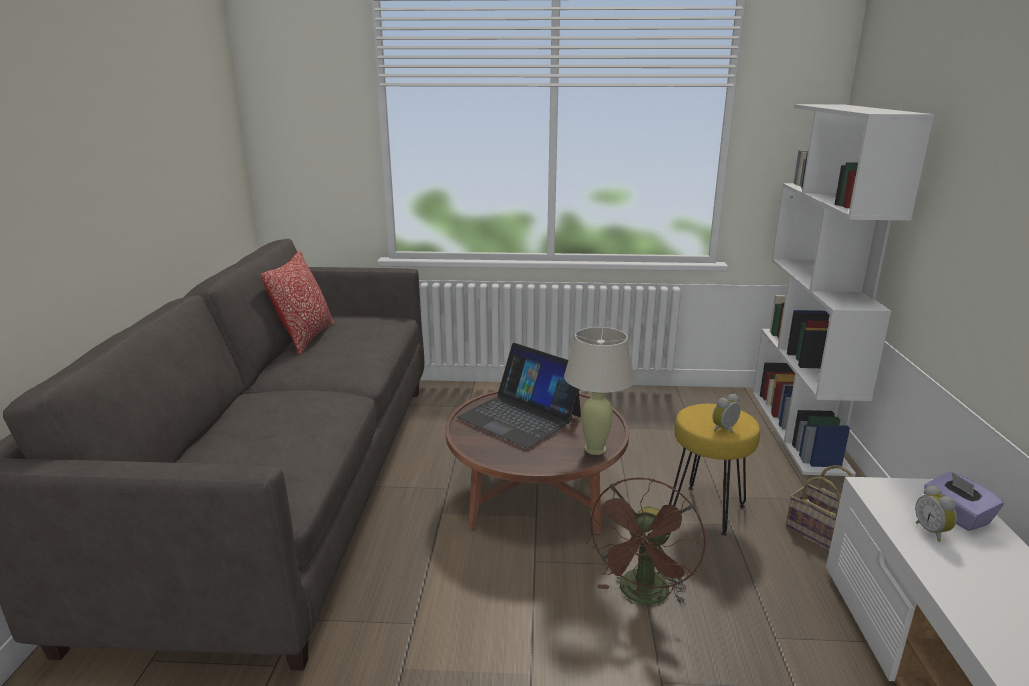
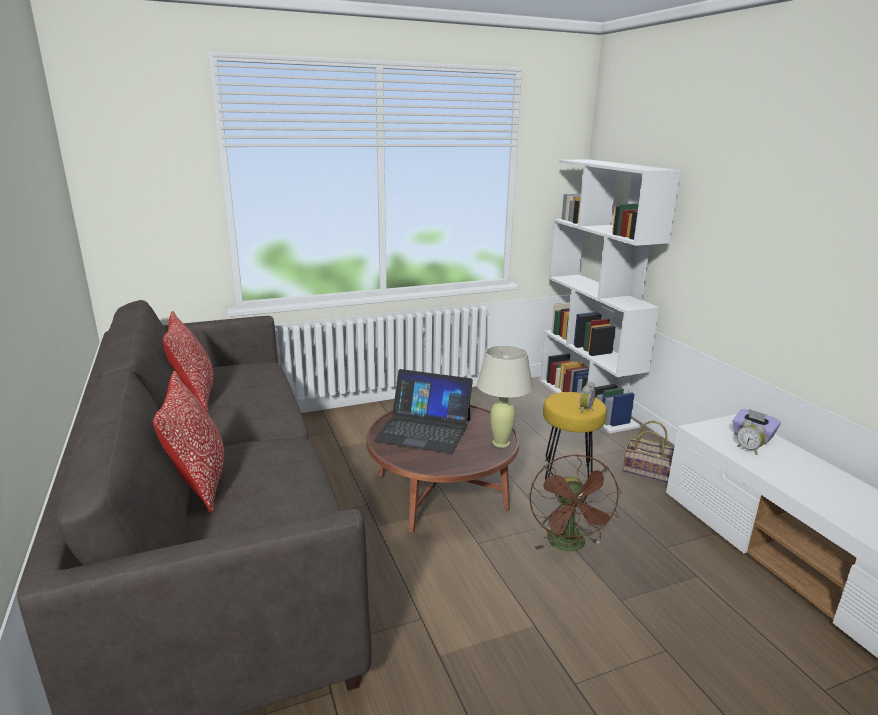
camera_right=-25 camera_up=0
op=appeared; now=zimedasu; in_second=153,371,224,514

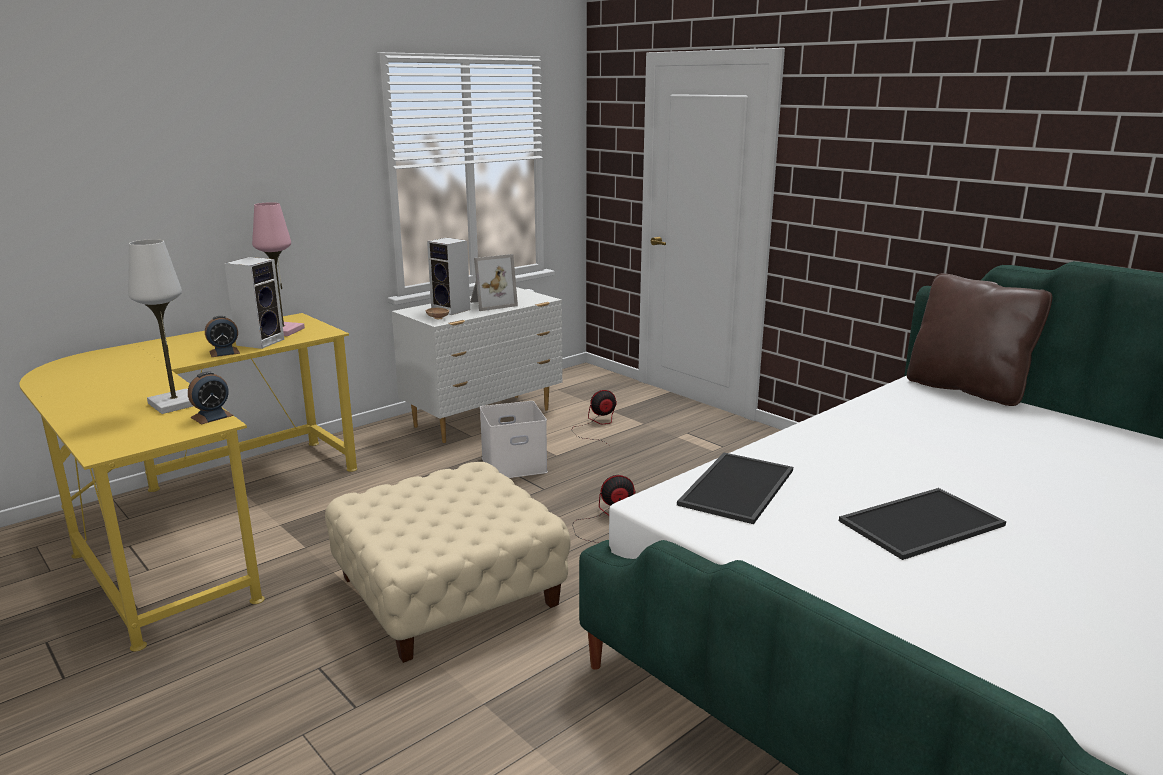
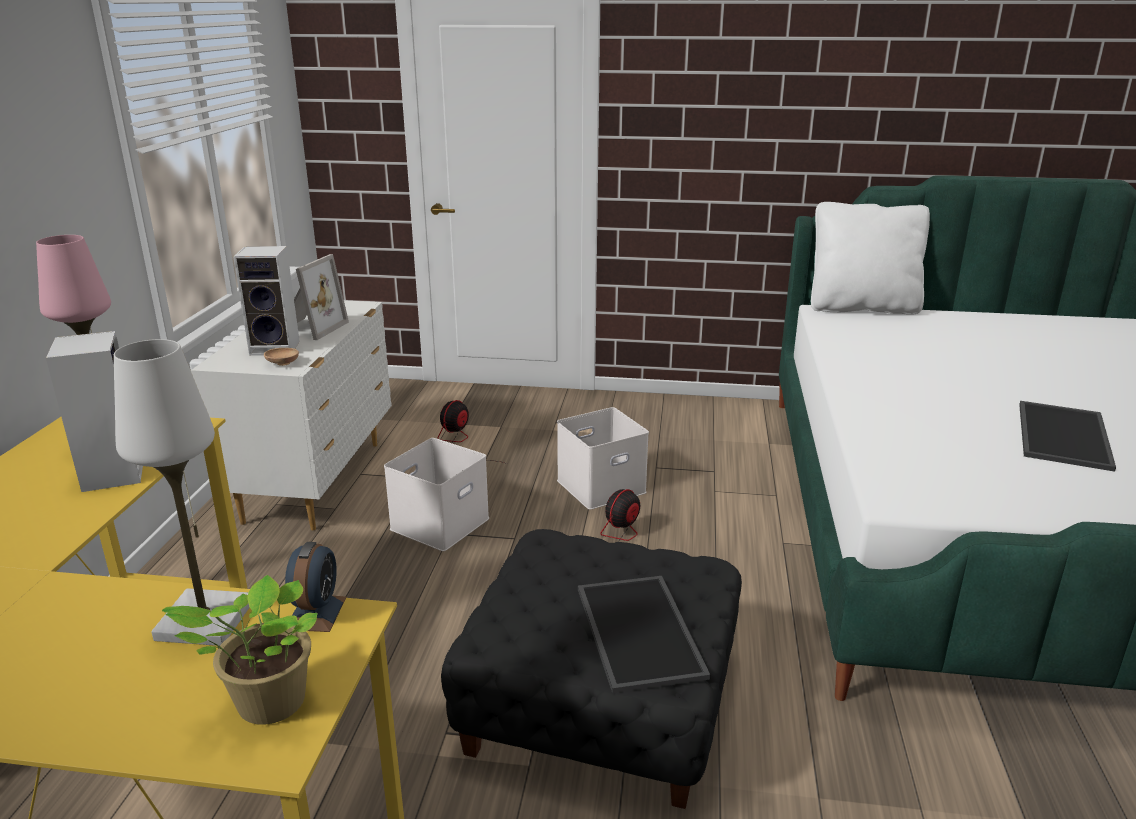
camera_right=-40 camera_up=5
op=appeared; now=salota; in_second=162,575,318,725
op=colour; was=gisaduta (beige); now=gisaduta (black); in_first=325,462,570,663; in_second=441,529,742,809
op=appeared; now=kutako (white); in_second=557,407,649,510
op=relocated; was=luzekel; in_first=677,453,793,524; in_second=578,576,710,693
op=colour; was=zimedasu (brown); now=zimedasu (white); in_first=907,273,1052,406; in_second=811,202,930,315
op=missing; was=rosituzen; in_first=205,316,240,357

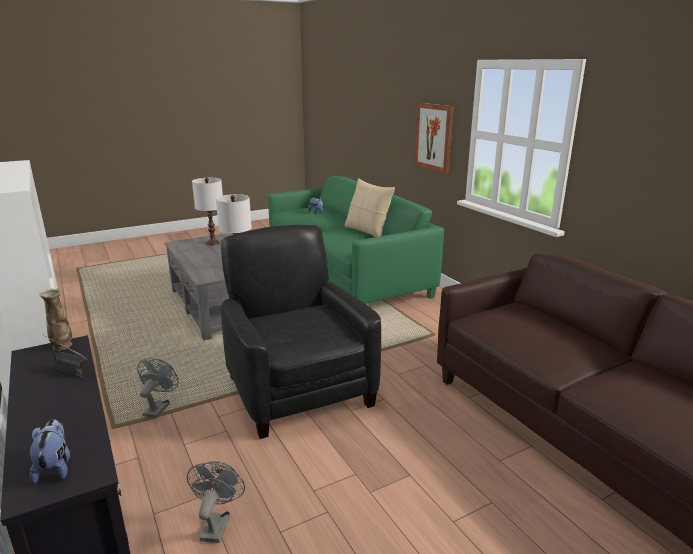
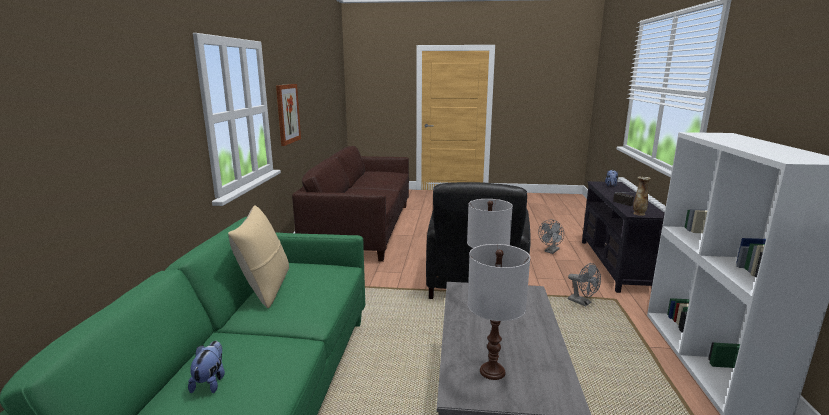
camera_right=-145 camera_up=-5
op=relocated; was=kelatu; in_first=415,103,454,174; in_second=276,84,301,146
op=spun; was=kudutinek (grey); in_first=137,358,178,418; in_second=568,263,601,306; clockwise=-90

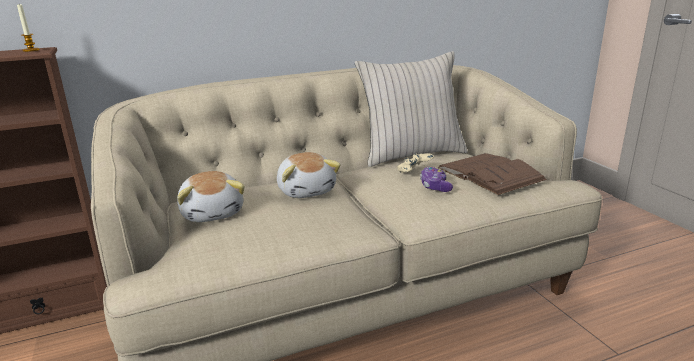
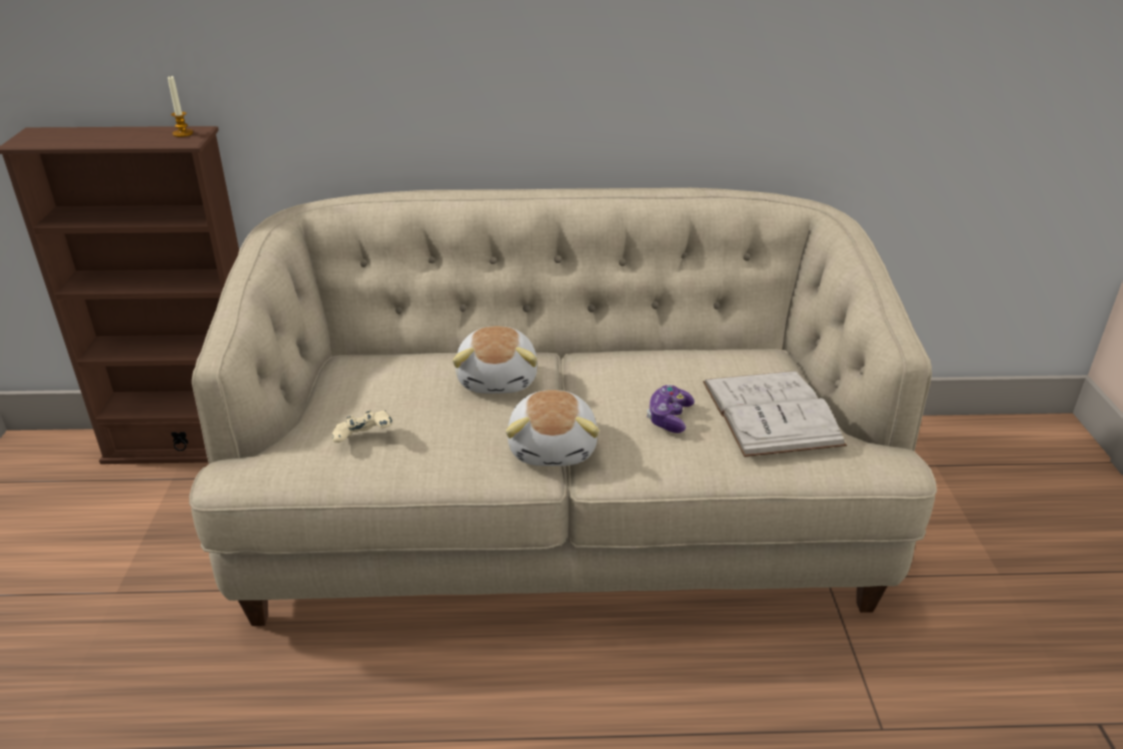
camera_right=20 camera_up=10
op=relocated; was=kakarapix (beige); in_first=397,153,434,173; in_second=332,410,392,443
op=relocated; was=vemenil; in_first=177,171,245,222; in_second=506,390,599,466
op=colour; was=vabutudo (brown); now=vabutudo (white); in_first=438,153,547,195; in_second=703,371,847,457
op=missing; was=zimedasu (beige); in_first=355,51,468,167

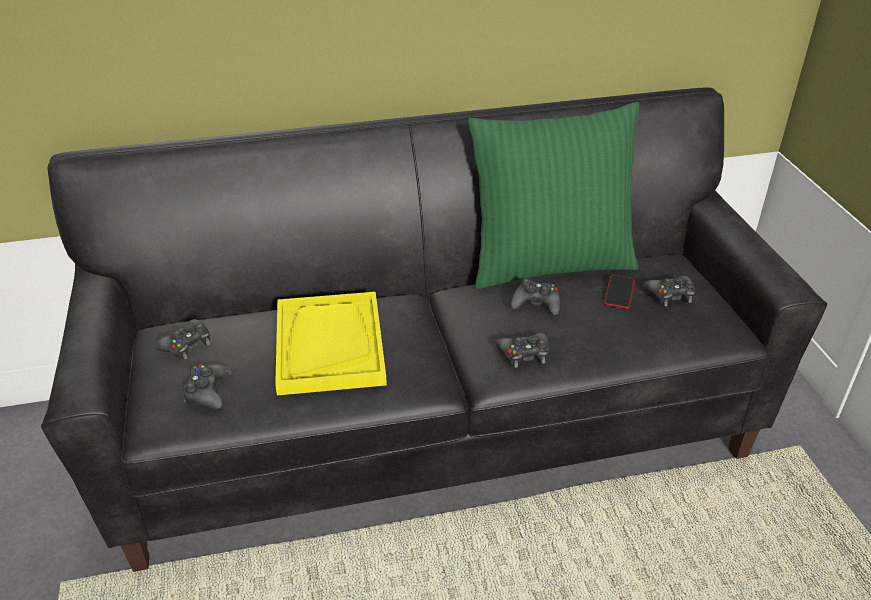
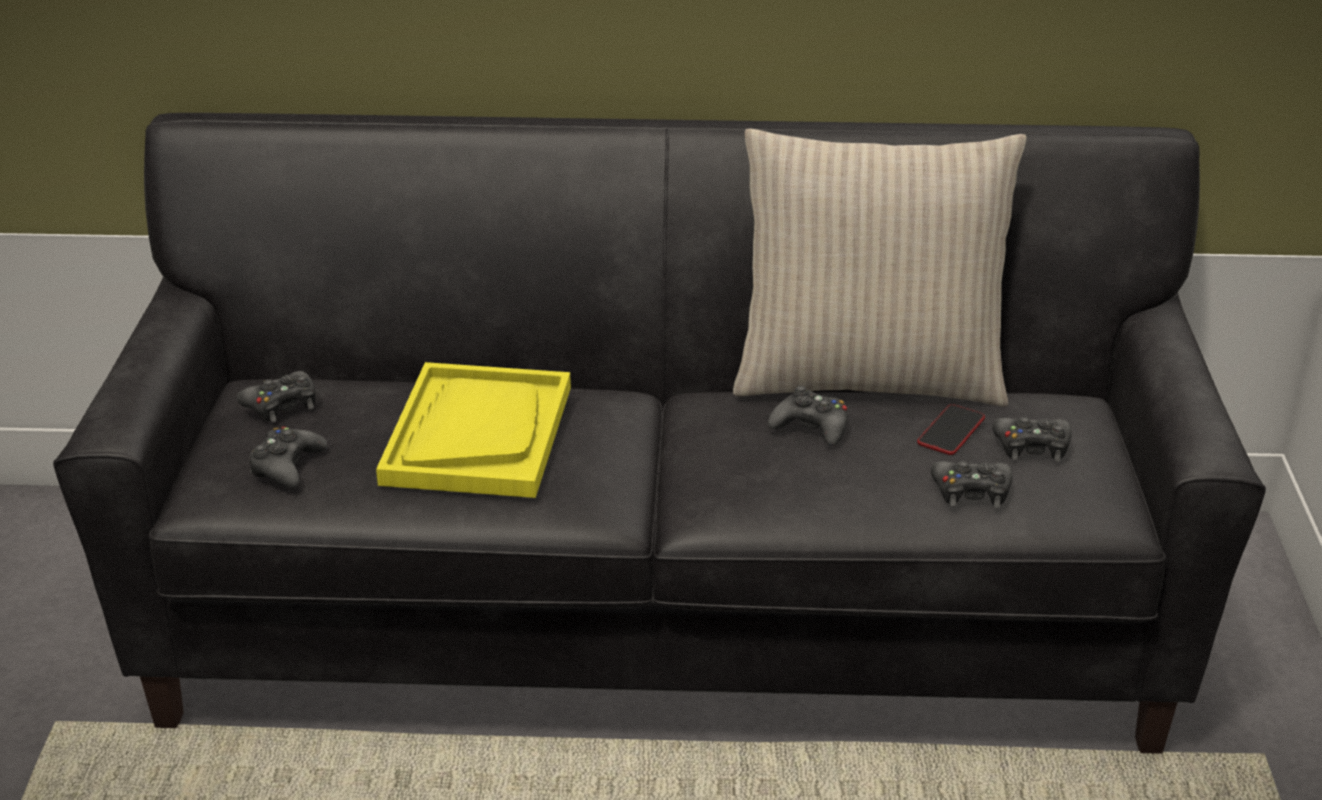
camera_right=15 camera_up=-5
op=colour; was=zimedasu (green); now=zimedasu (beige); in_first=468,102,639,289; in_second=733,128,1027,407
op=relocated; was=kakarapix (black); in_first=496,333,549,368; in_second=931,461,1013,508

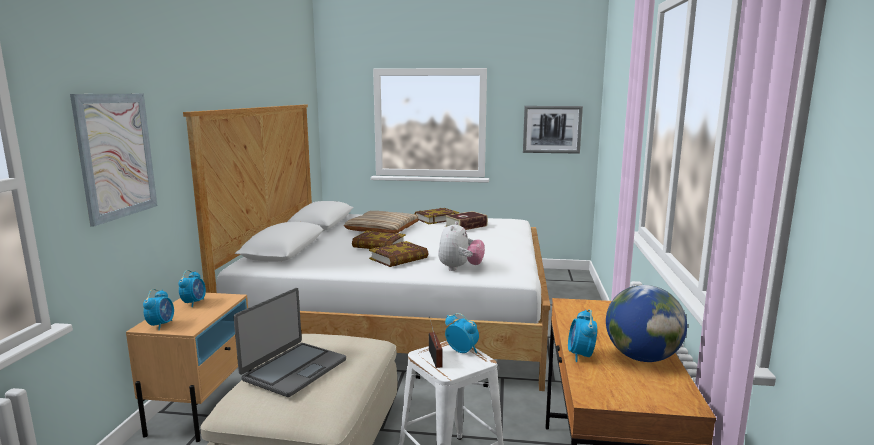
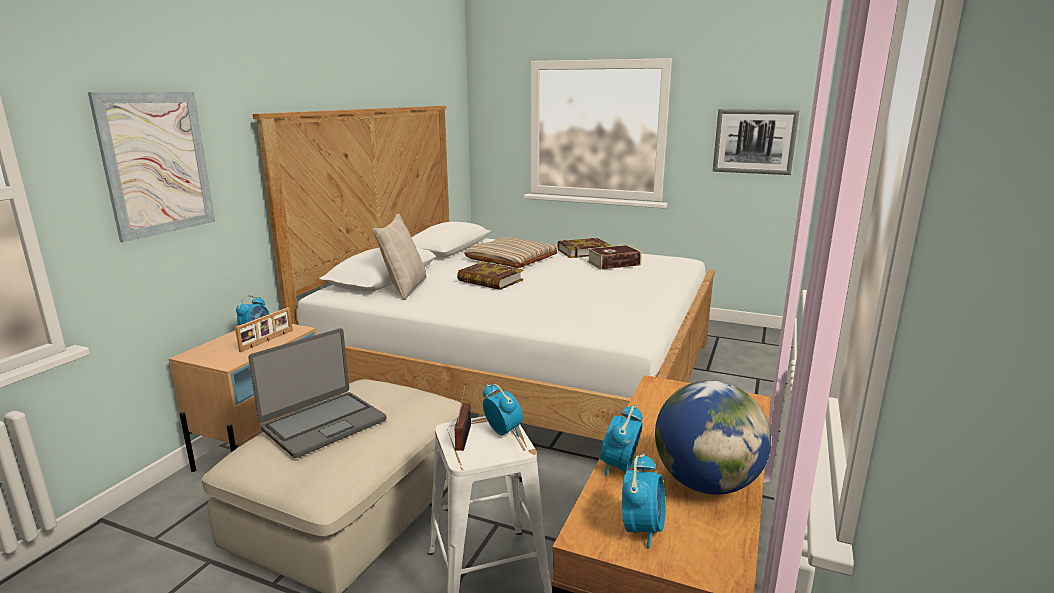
camera_right=15 camera_up=5
op=appeared; now=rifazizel; in_second=235,307,293,352
op=appeared; now=zimedasu (beige); in_second=372,214,427,300
op=relocated; was=rosituzen; in_first=143,289,174,330; in_second=622,453,665,549
op=missing; was=vabutudo; in_first=369,241,429,267
op=missing; was=vemenil; in_first=438,221,485,271

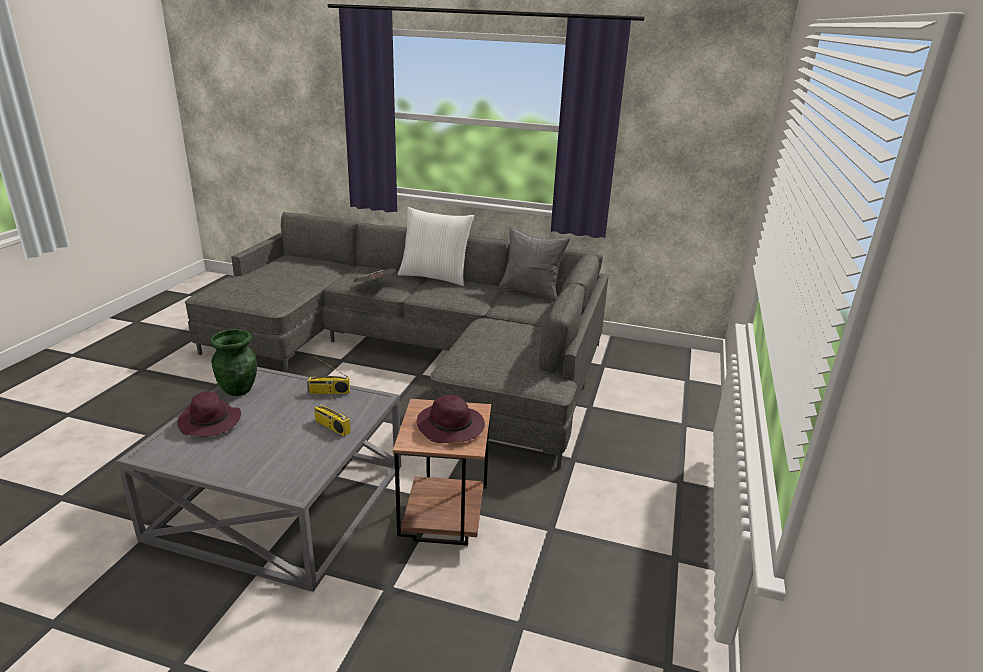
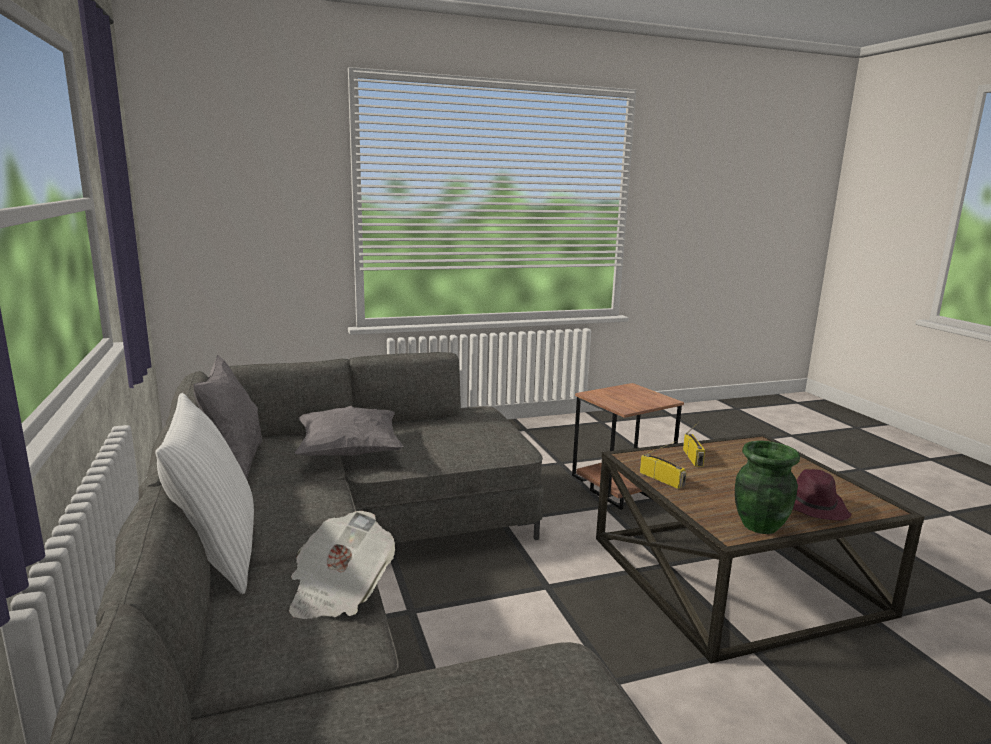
camera_right=-125 camera_up=-10
op=appeared; now=zimedasu (grey); in_second=295,406,404,456
op=colour; was=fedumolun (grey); now=fedumolun (brown); in_first=116,367,401,592; in_second=596,434,924,663
op=missing; was=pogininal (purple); in_first=417,395,485,443

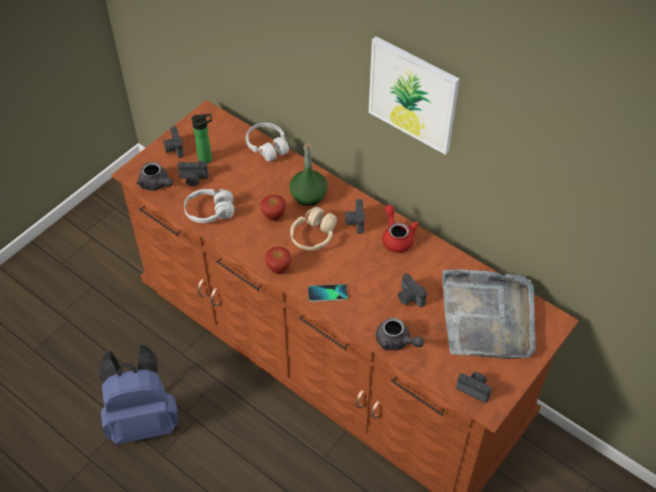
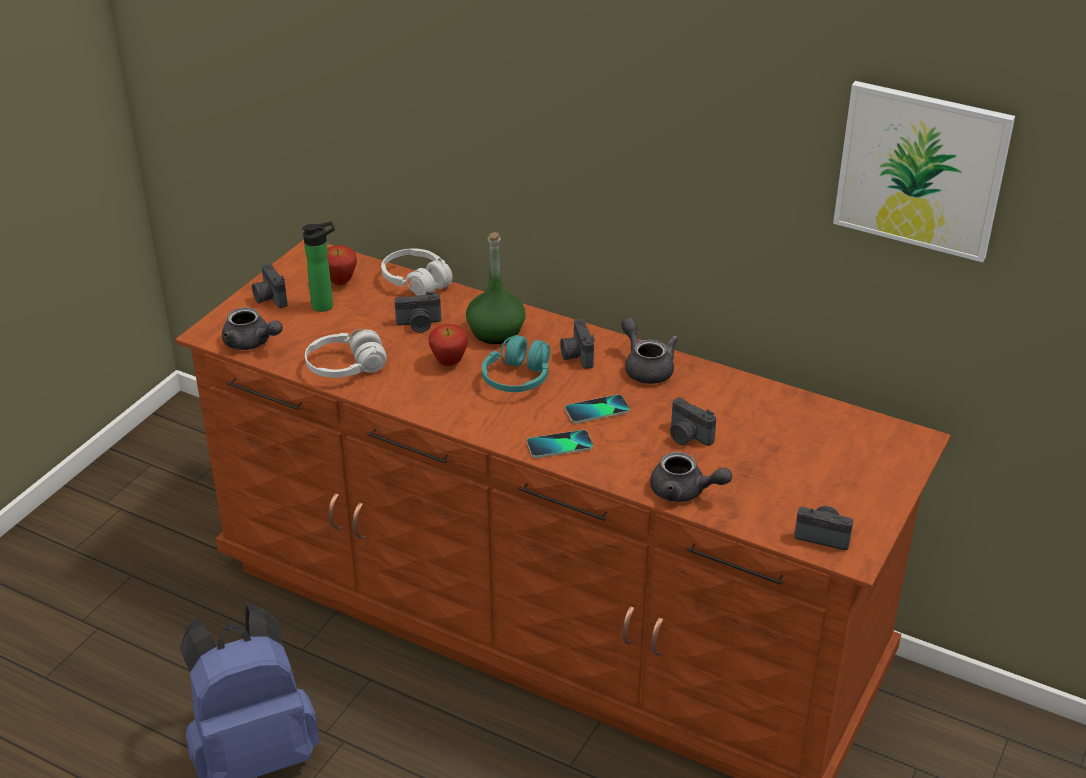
camera_right=-10 camera_up=-15
op=relocated; was=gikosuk; in_first=265,247,291,274; in_second=327,245,357,285
op=relocated; was=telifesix; in_first=178,160,208,186; in_second=394,292,441,333
op=colour; was=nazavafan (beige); now=nazavafan (turquoise); in_first=290,207,337,250; in_second=482,335,550,392
op=appeared; now=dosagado; in_second=565,394,630,424
op=colour; was=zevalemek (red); now=zevalemek (grey); in_first=382,205,419,253; in_second=621,318,678,384
op=relocated; was=kelatu; in_first=369,36,460,155; in_second=833,81,1015,262
op=missing; was=luzekel (grey); in_first=442,269,536,359

